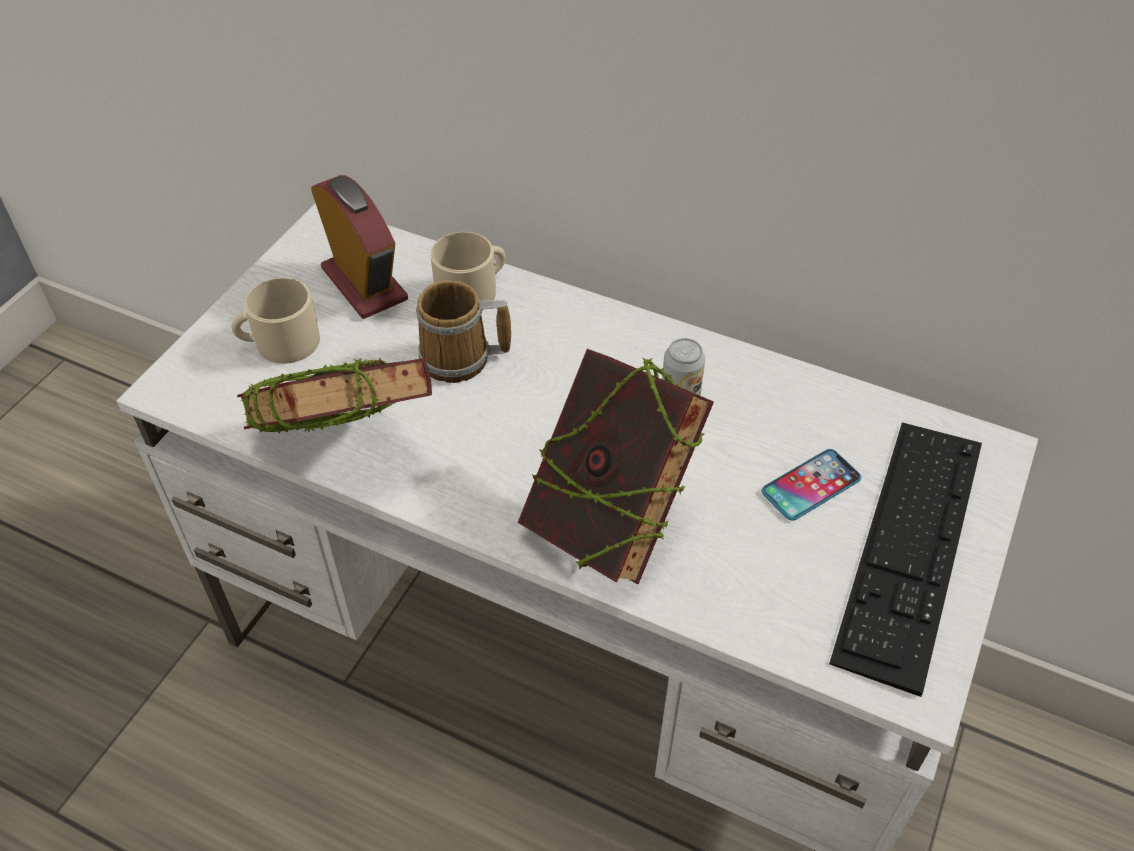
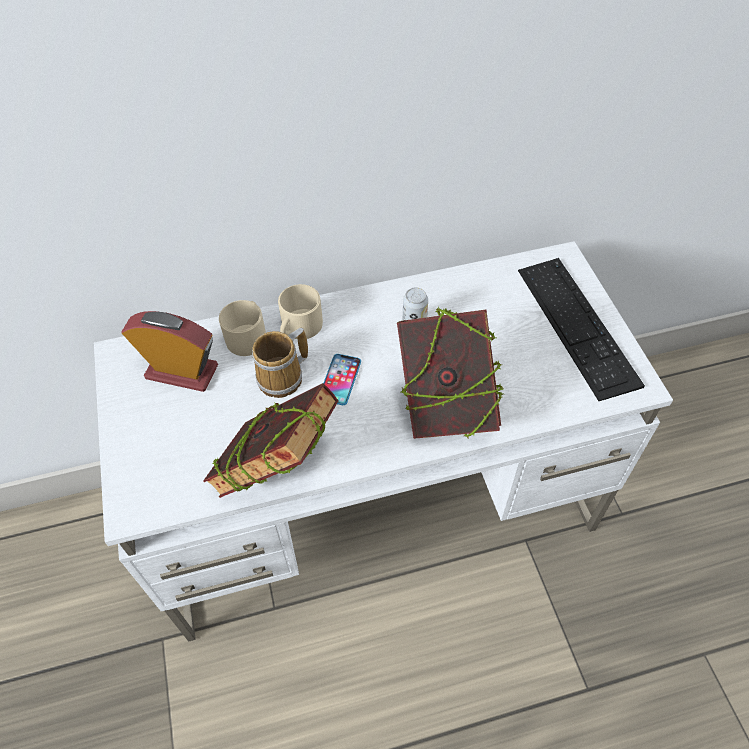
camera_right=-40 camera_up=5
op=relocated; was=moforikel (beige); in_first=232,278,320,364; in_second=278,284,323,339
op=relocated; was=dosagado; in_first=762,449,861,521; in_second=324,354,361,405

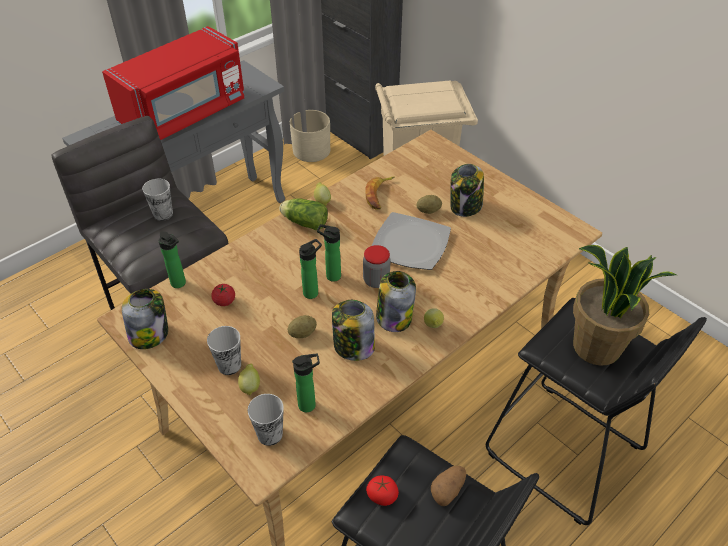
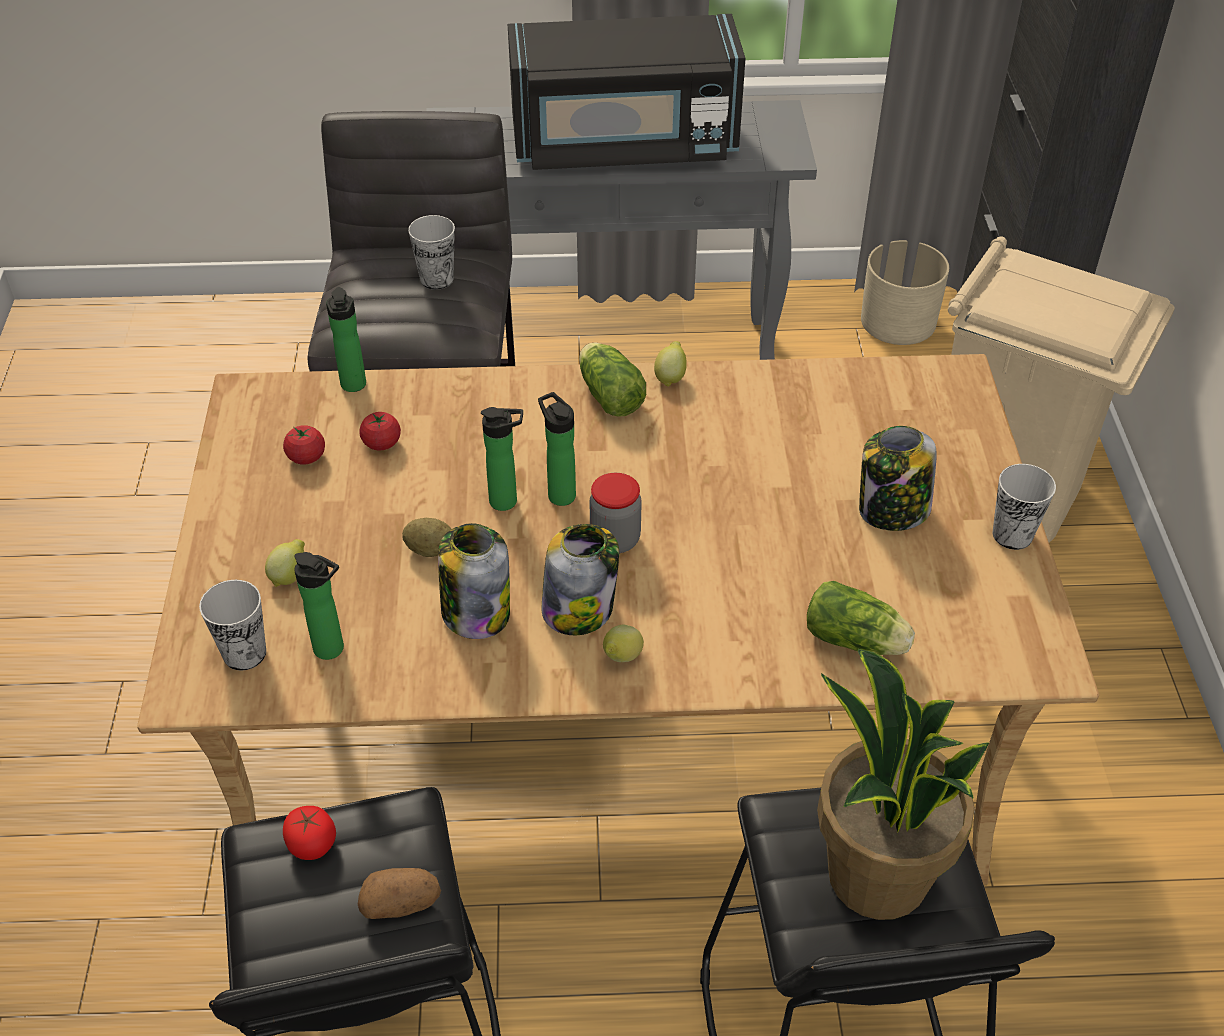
camera_right=40 camera_up=0
op=appeared; now=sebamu; in_second=283,425,325,465
op=colour; was=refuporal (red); now=refuporal (black); in_first=102,26,244,140; in_second=508,14,745,170
op=appeared; now=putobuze; in_second=807,581,915,655
op=relocated; was=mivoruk; in_first=207,326,241,375; in_second=993,464,1056,550
op=missing; was=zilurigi; in_first=122,289,168,349
op=missing; was=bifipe; in_first=365,177,395,210
op=missing; was=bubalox; in_first=372,212,451,270
op=missing; was=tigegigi; in_first=416,195,442,214

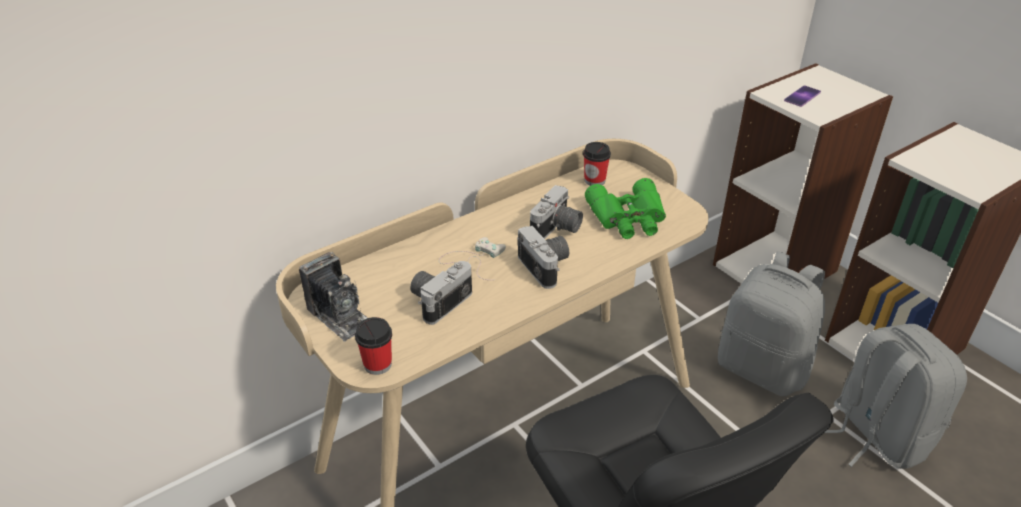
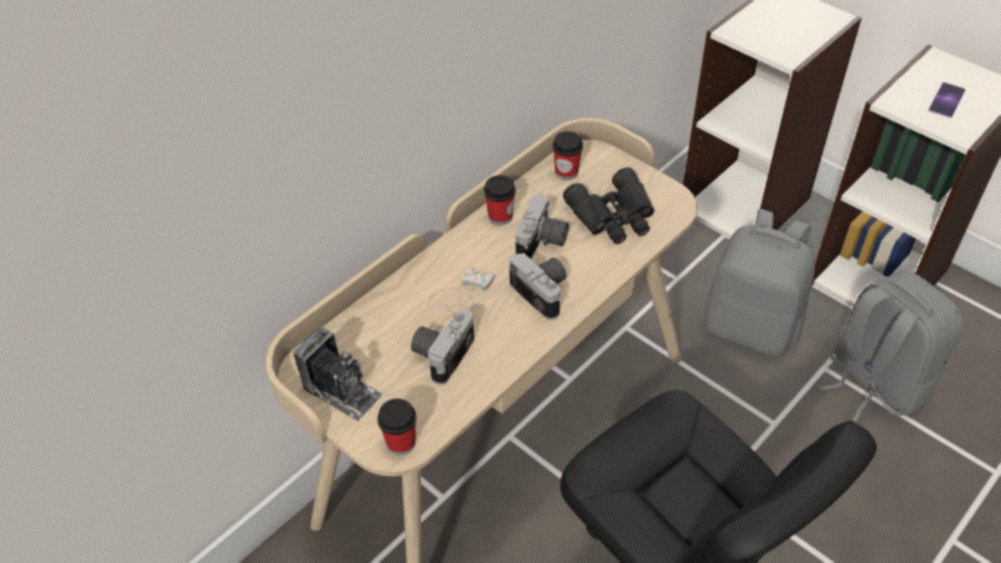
camera_right=-10 camera_up=10
op=appeared; now=mivoruk; in_second=484,175,516,225
op=colour; was=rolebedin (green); now=rolebedin (black); in_first=585,178,666,239; in_second=563,167,655,244
op=relocated; was=dosagado; in_first=784,85,821,107; in_second=929,82,965,118

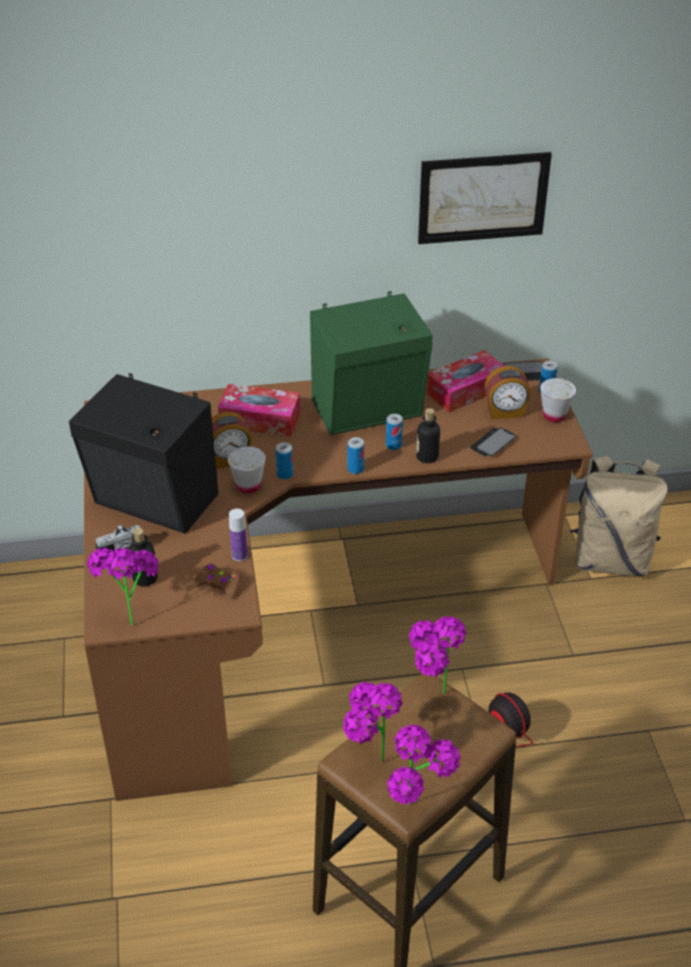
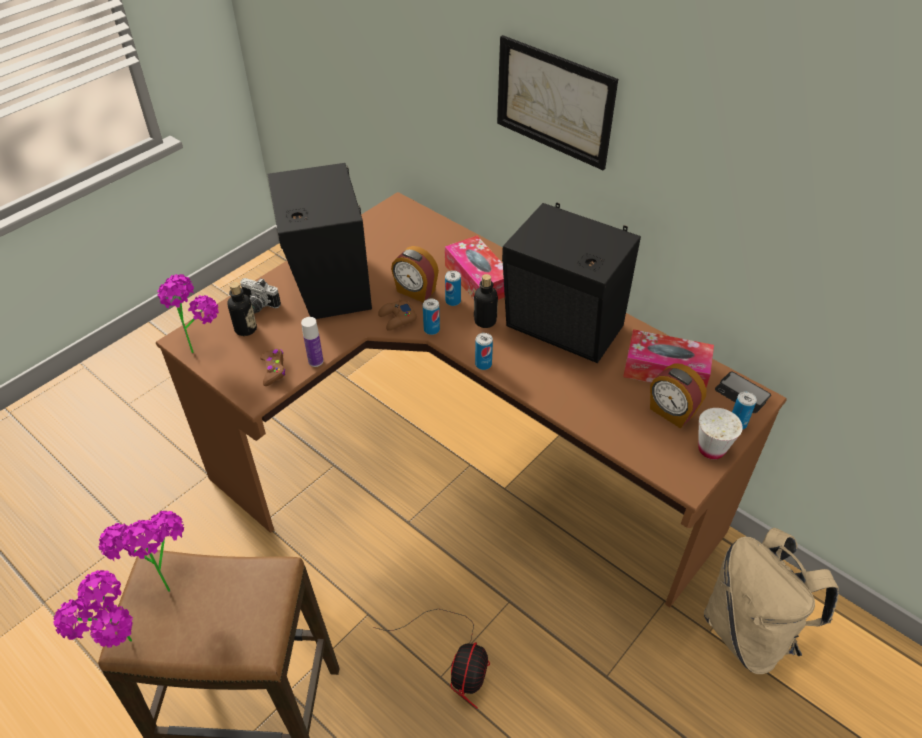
camera_right=50 camera_up=5
op=exchanged; was=mivoruk (white); now=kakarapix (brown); in_first=228,446,266,493; in_second=378,299,417,331
op=relocated; was=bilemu; in_first=386,414,403,450; in_second=445,270,461,306
op=relocated; was=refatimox; in_first=416,408,440,463; in_second=474,274,498,328
op=relocated; was=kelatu; in_first=418,152,552,244; in_second=497,35,618,170
op=colour; was=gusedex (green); now=gusedex (black); in_first=310,291,433,435; in_second=502,202,641,363
op=missing; was=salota; in_first=409,616,466,694
op=missing; was=dosagado; in_first=470,428,517,456

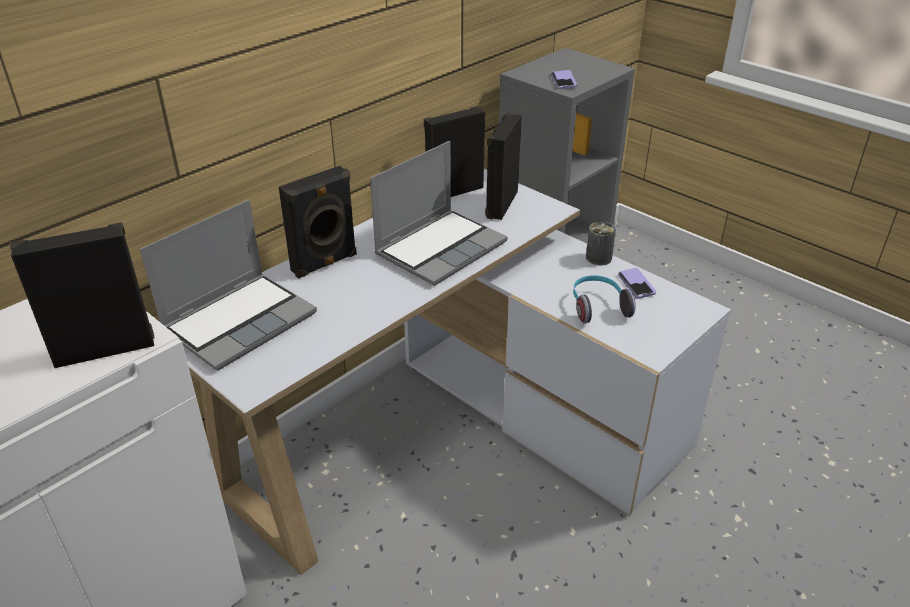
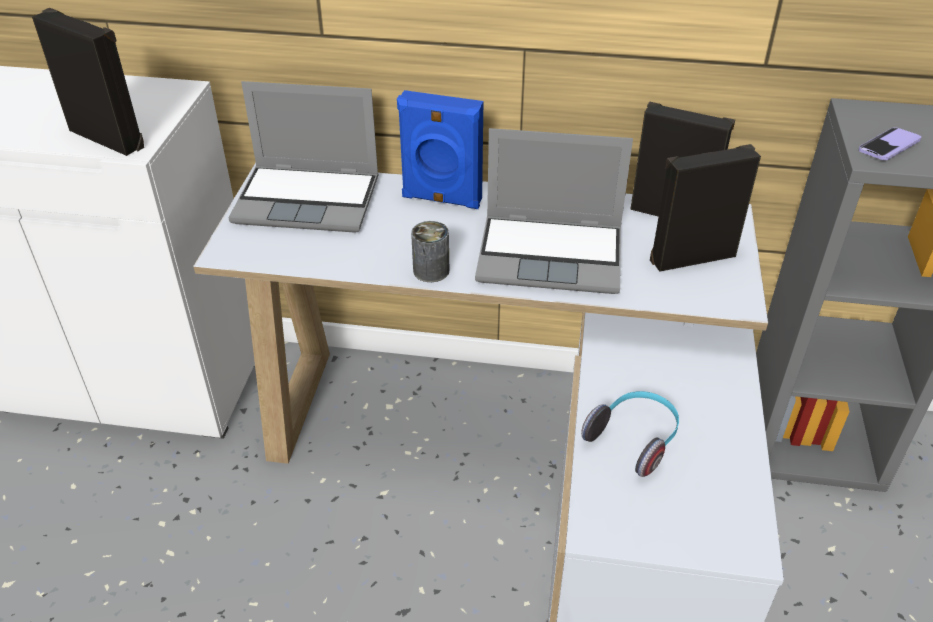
camera_right=55 camera_up=5
op=colour; was=gusedex (black); now=gusedex (blue); in_first=279,166,357,279; in_second=397,90,483,209
op=relocated; was=bilemu; in_first=586,222,616,265; in_second=411,221,449,282
op=missing; was=dosagado; in_first=618,268,656,299

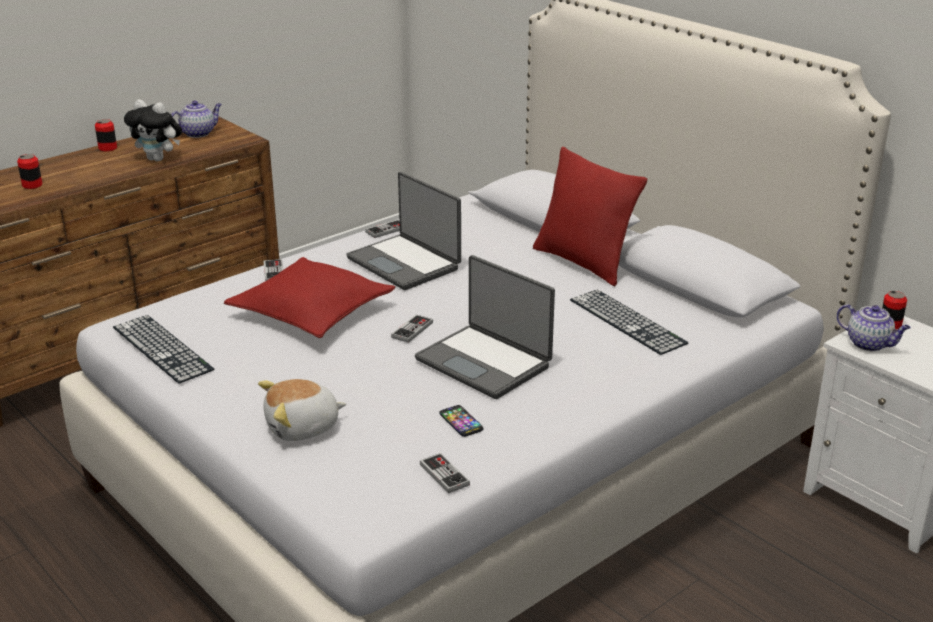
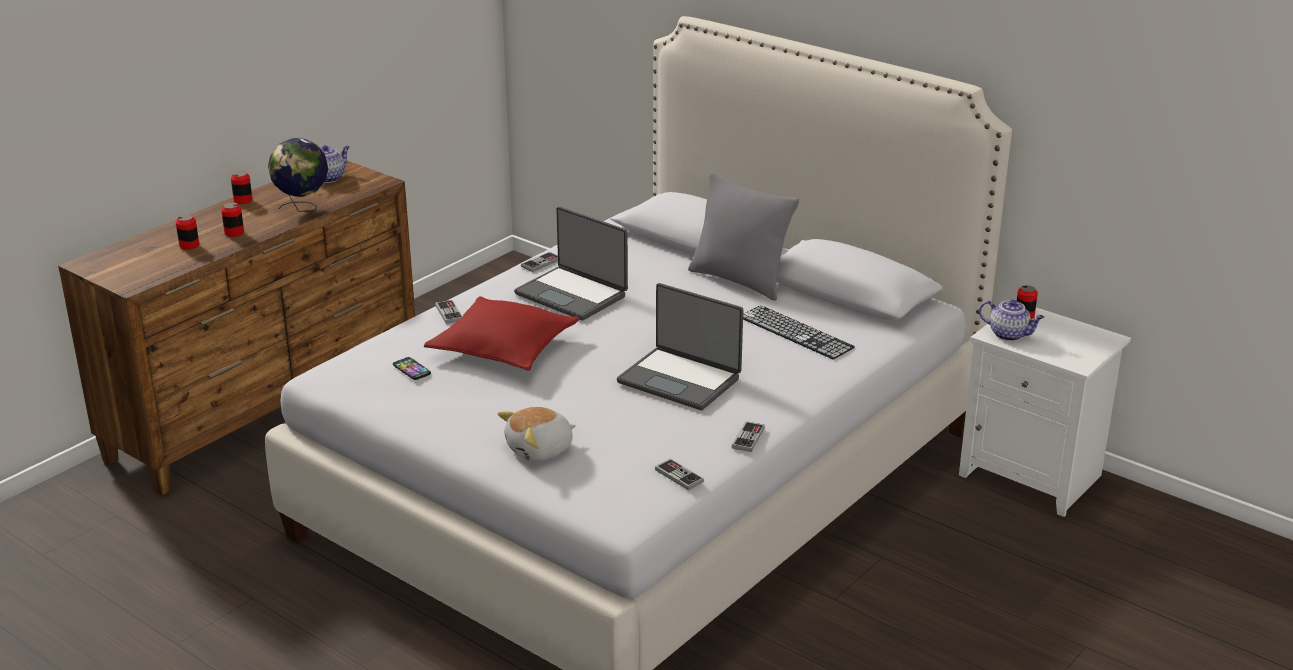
camera_right=-10 camera_up=0
op=appeared; now=bilemu; in_second=221,202,244,237
op=exchanged; was=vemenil; now=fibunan; in_first=124,99,182,161; in_second=268,138,328,212
op=relocated; was=dosagado; in_first=439,405,483,437; in_second=393,357,431,380
op=colour; was=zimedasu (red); now=zimedasu (grey); in_first=533,147,648,286; in_second=688,172,799,301
op=relocated; was=kakarapix; in_first=391,314,433,343; in_second=732,421,765,452
op=missing; was=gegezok; in_first=113,315,214,384

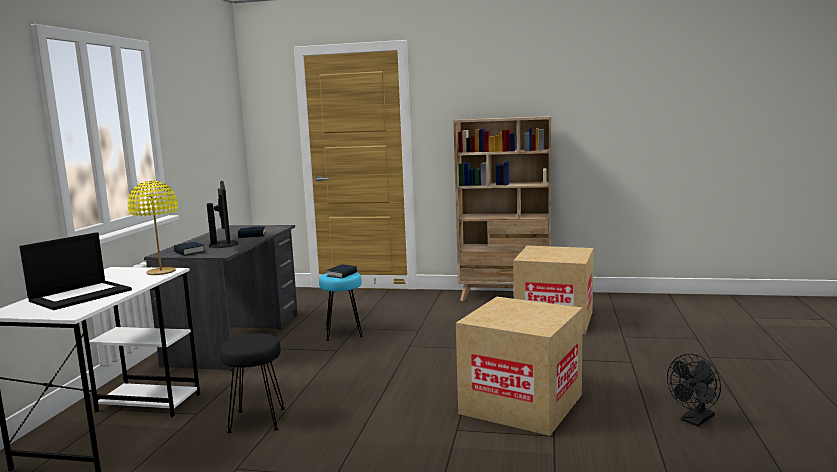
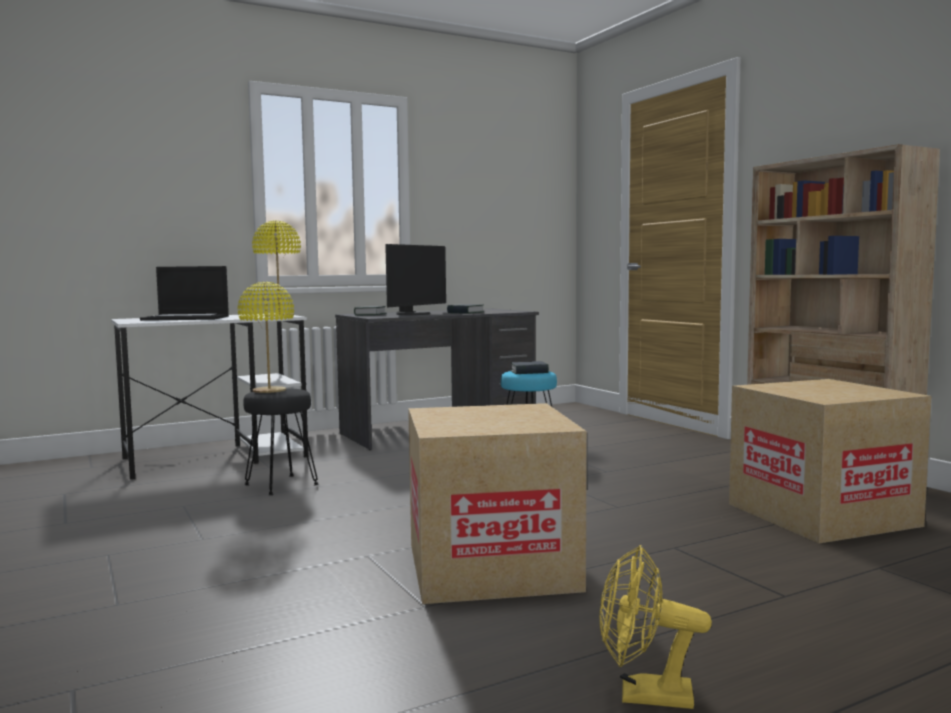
camera_right=50 camera_up=-5
op=appeared; now=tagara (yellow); in_second=238,282,294,393
op=colour; was=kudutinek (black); now=kudutinek (yellow); in_first=667,354,721,426; in_second=600,545,712,709

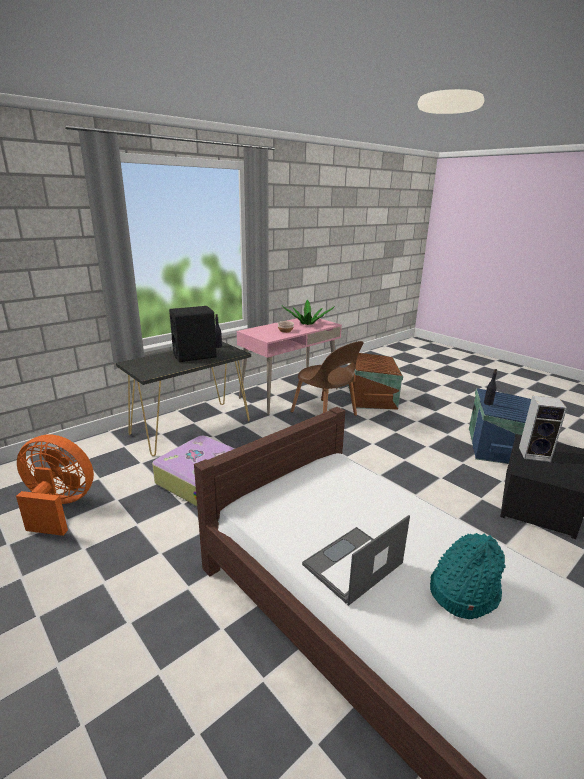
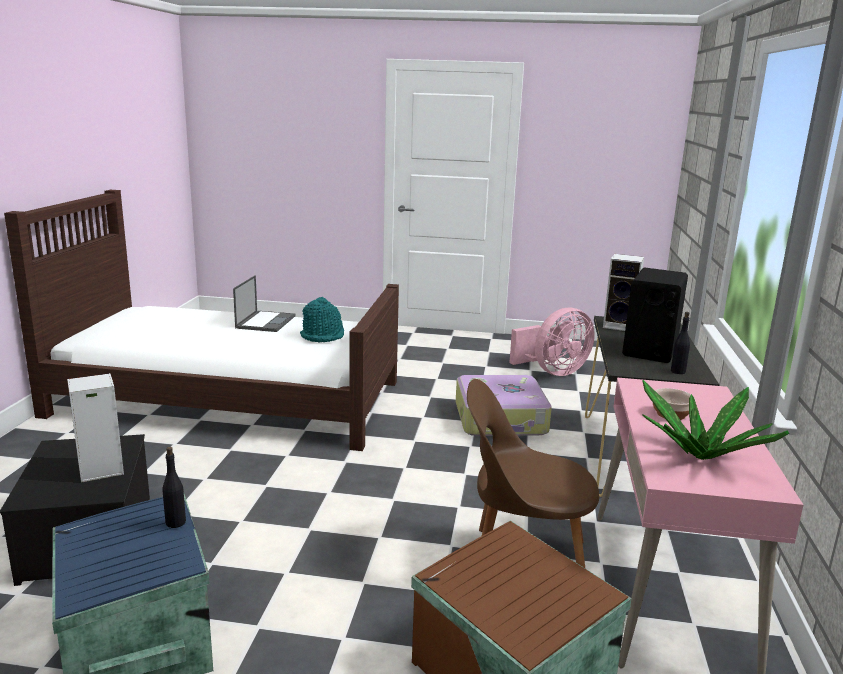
camera_right=140 camera_up=-5
op=relocated; was=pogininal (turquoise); in_first=430,533,506,619; in_second=300,297,344,342
op=colour; was=kudutinek (orange); now=kudutinek (pink); in_first=16,435,94,536; in_second=509,307,595,376
op=appeared; now=gusedex; in_second=603,254,644,331

